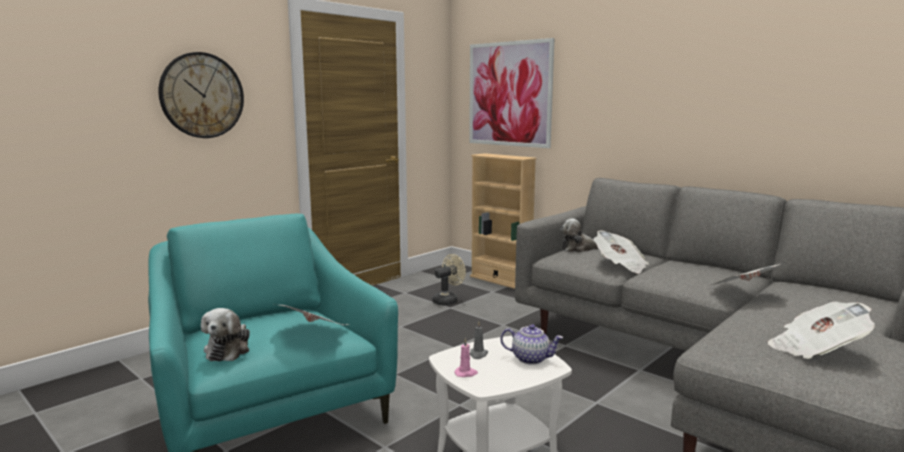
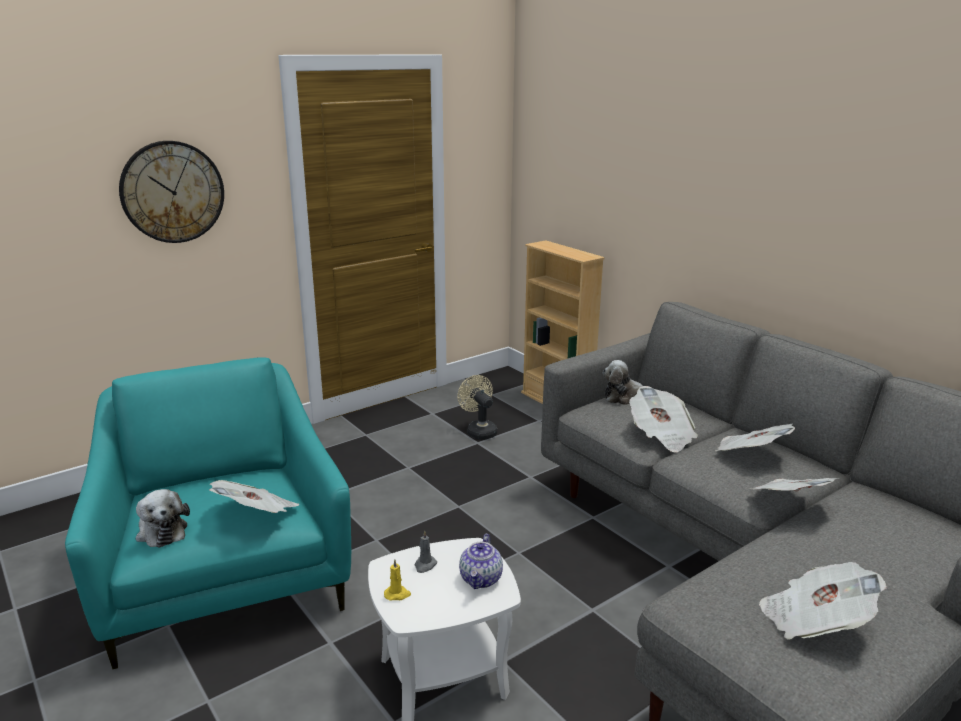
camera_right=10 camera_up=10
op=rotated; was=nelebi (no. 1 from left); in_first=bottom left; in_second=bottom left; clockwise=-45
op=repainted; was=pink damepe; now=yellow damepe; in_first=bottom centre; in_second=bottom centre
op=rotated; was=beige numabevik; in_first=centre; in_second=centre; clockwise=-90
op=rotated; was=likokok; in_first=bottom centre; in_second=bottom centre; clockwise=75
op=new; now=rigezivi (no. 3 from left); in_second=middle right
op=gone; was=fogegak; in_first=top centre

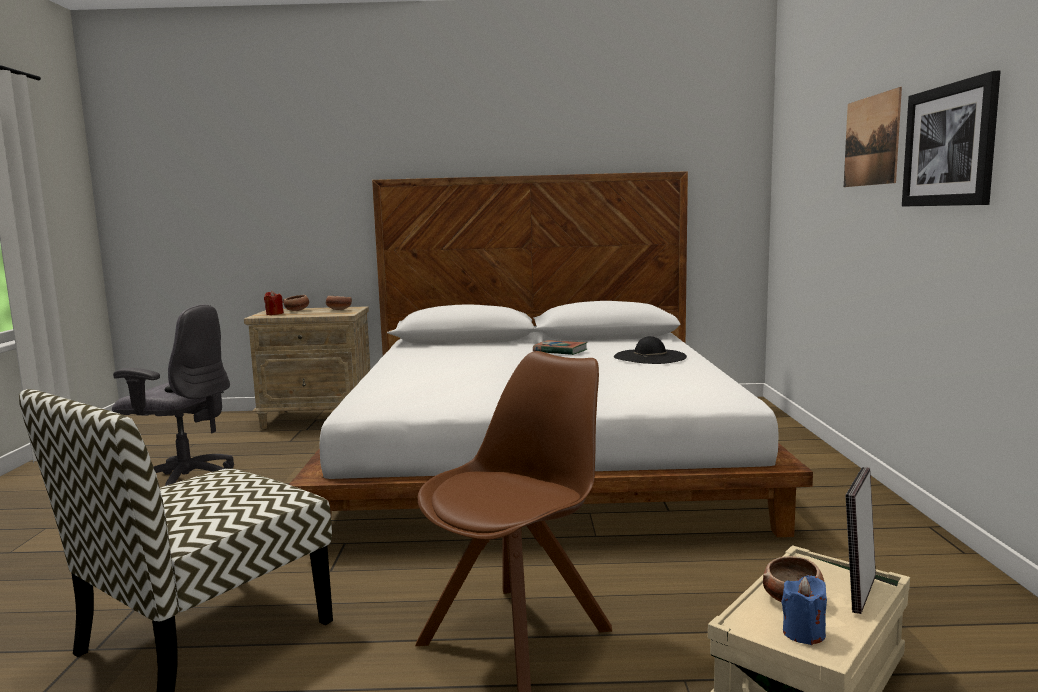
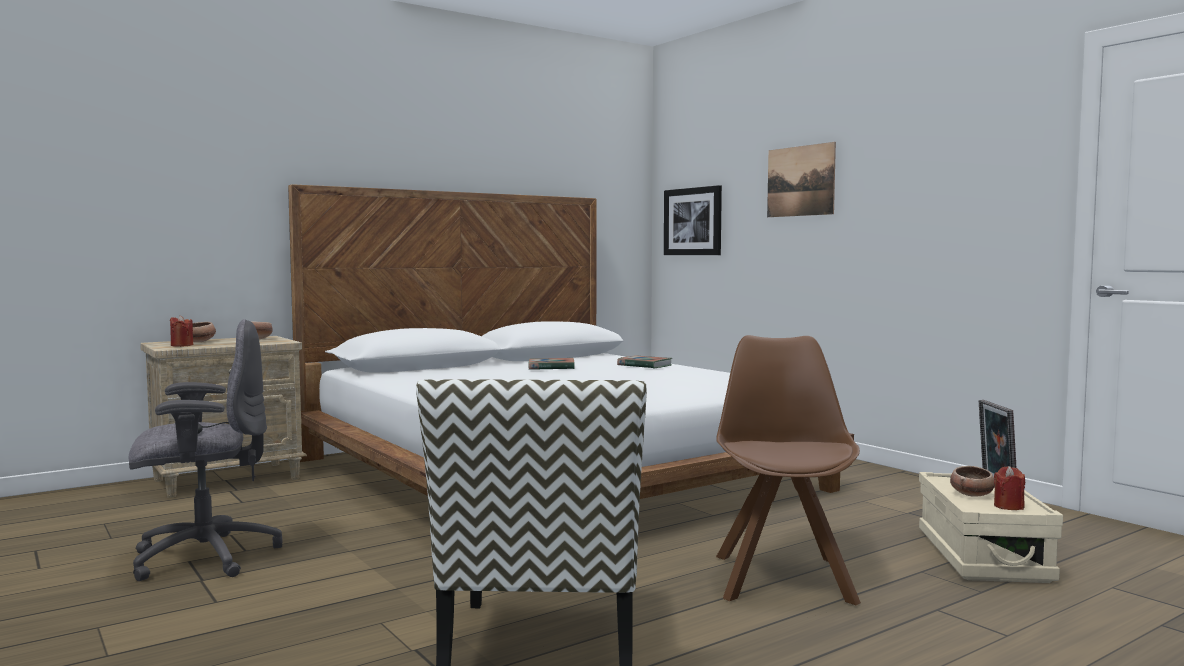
camera_right=-35 camera_up=-5
op=swapped; was=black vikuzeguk; now=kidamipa (no. 2 from left); in_first=centre; in_second=centre
op=shifted; was=fogegak (no. 2 from left in the first image); now=fogegak (no. 1 from left); in_first=top right; in_second=top centre
op=repainted; was=blue damepe; now=red damepe (no. 2 from left); in_first=bottom right; in_second=bottom right

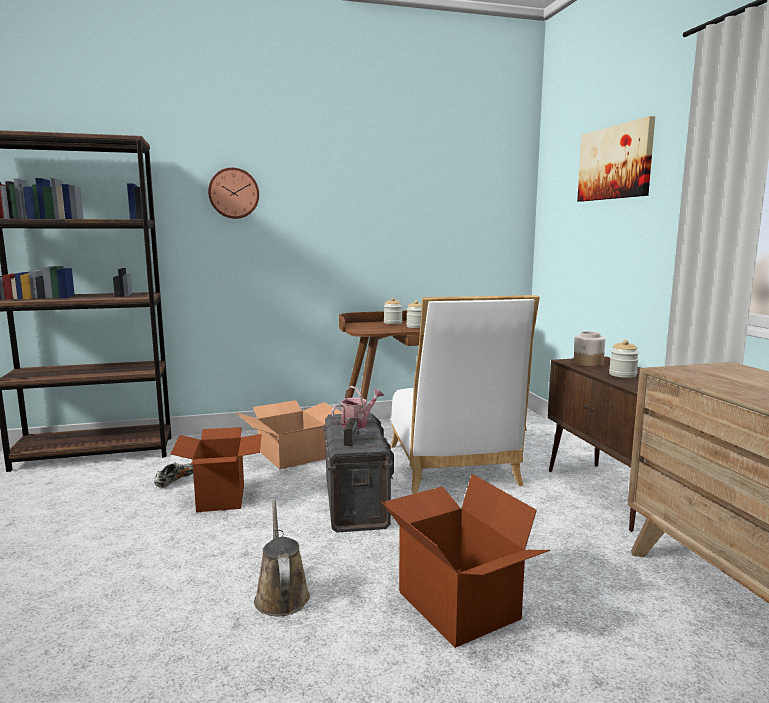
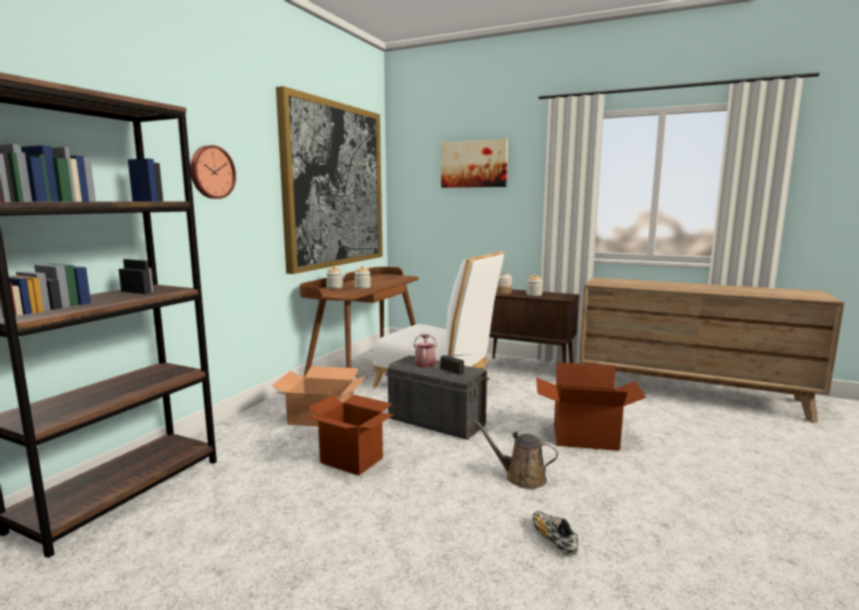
camera_right=-50 camera_up=0
op=new; now=fogegak (no. 1 from left); in_second=top centre
op=shifted; was=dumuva; in_first=bottom left; in_second=bottom centre

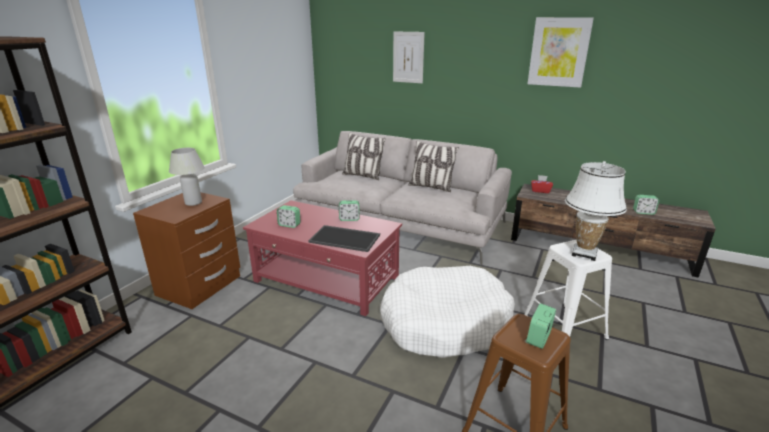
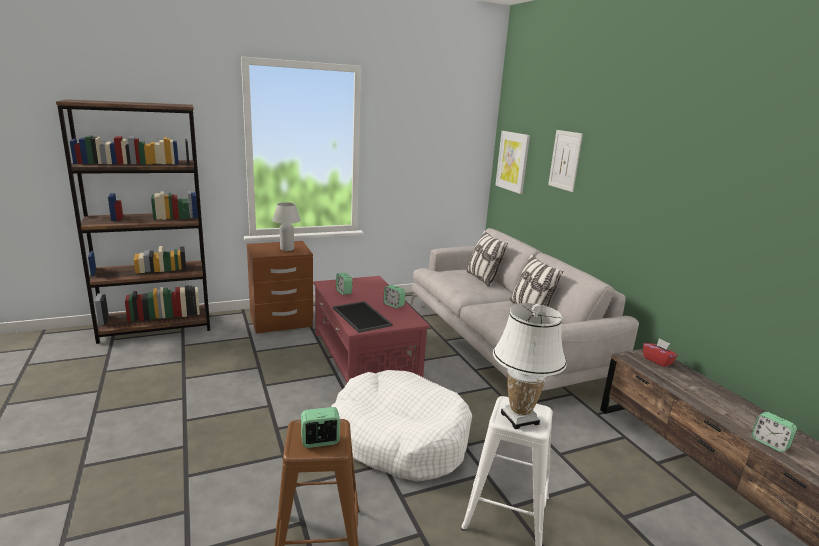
camera_right=40 camera_up=-5
op=shifted; was=fogegak (no. 2 from left in the first image); now=fogegak (no. 1 from left); in_first=top right; in_second=top centre

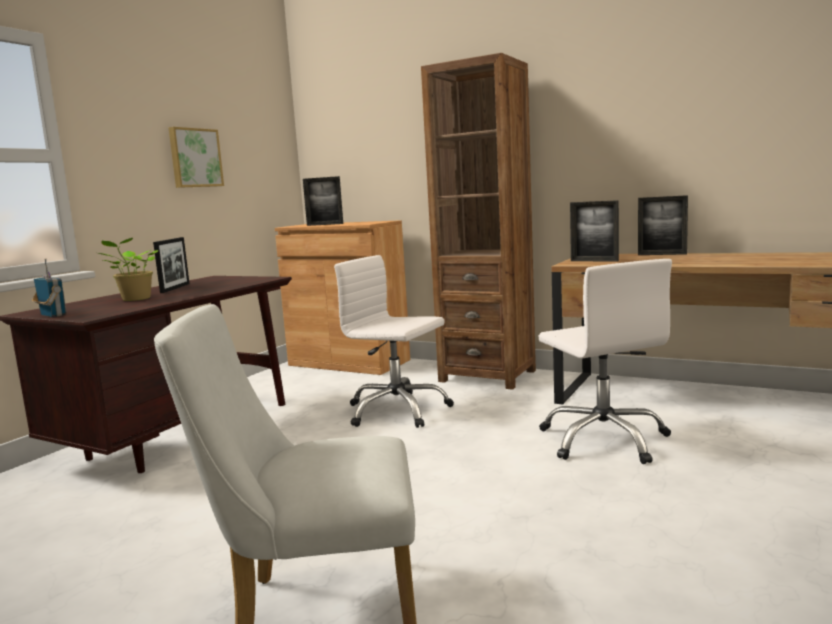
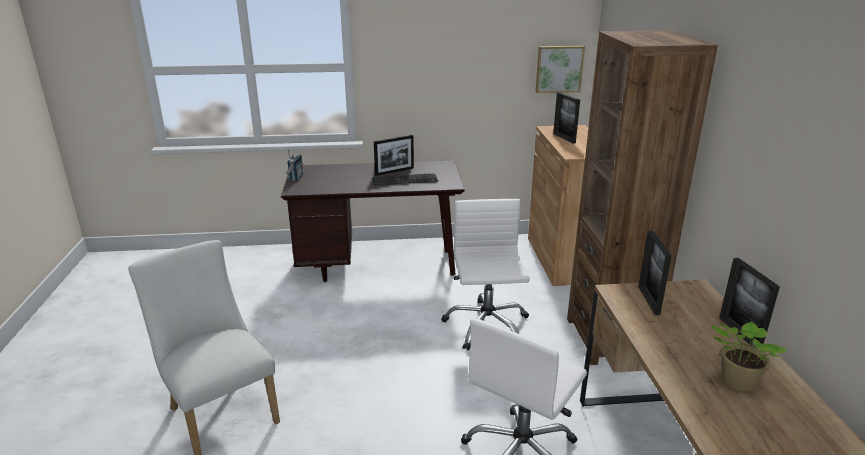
camera_right=55 camera_up=15
op=new; now=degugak; in_second=centre
op=shifted; was=fogegak; in_first=top left; in_second=top centre
op=shifted; was=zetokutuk; in_first=middle left; in_second=bottom right

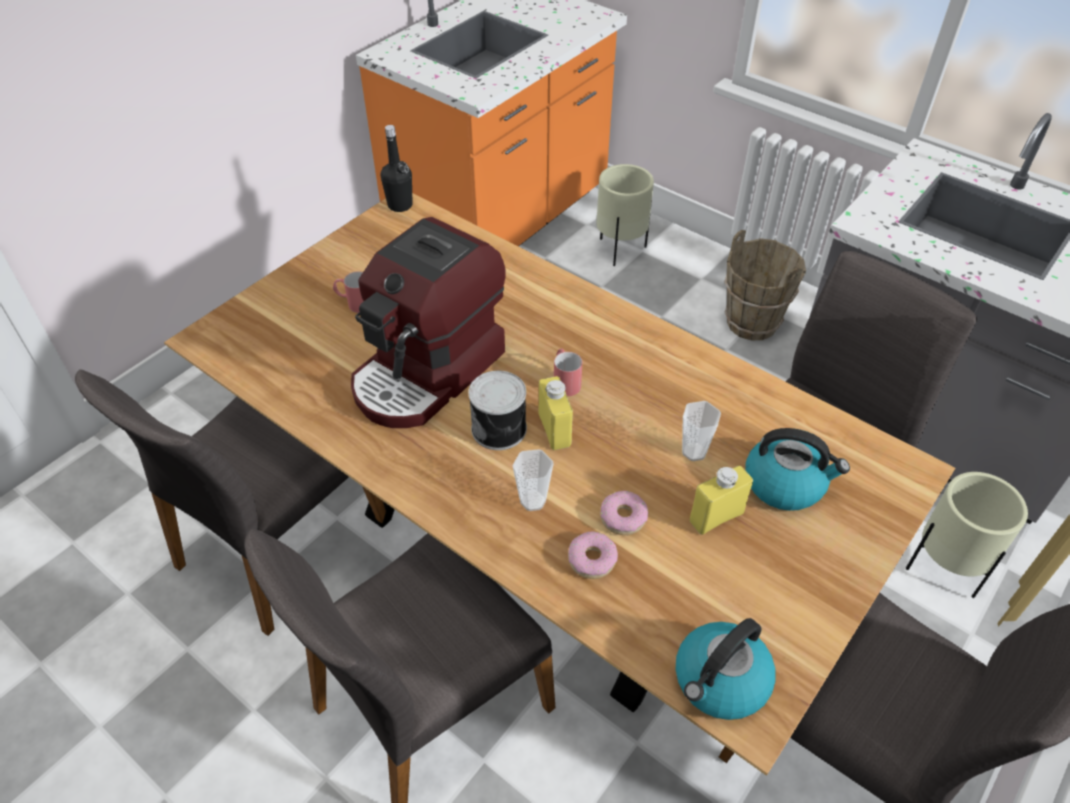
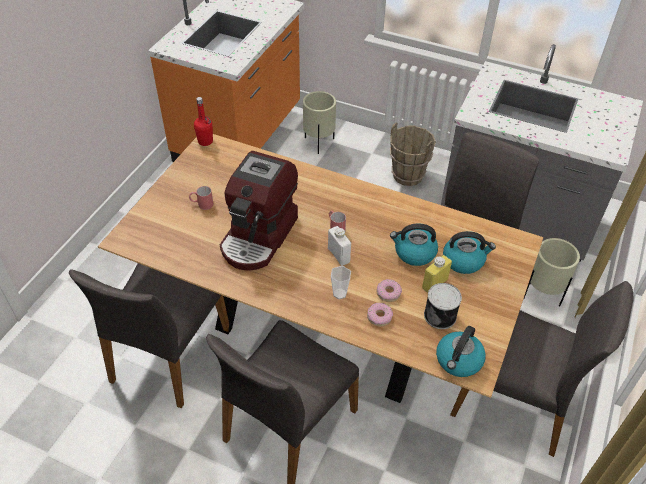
camera_right=-15 camera_up=0
op=repainted; was=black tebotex; now=red tebotex; in_first=top centre; in_second=top left
op=repainted; was=yellow tebotex (no. 1 from left); now=white tebotex; in_first=centre; in_second=centre
op=swapped; was=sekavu (no. 2 from left); now=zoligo (no. 1 from left); in_first=centre; in_second=centre
op=shifted; was=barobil; in_first=centre; in_second=middle right

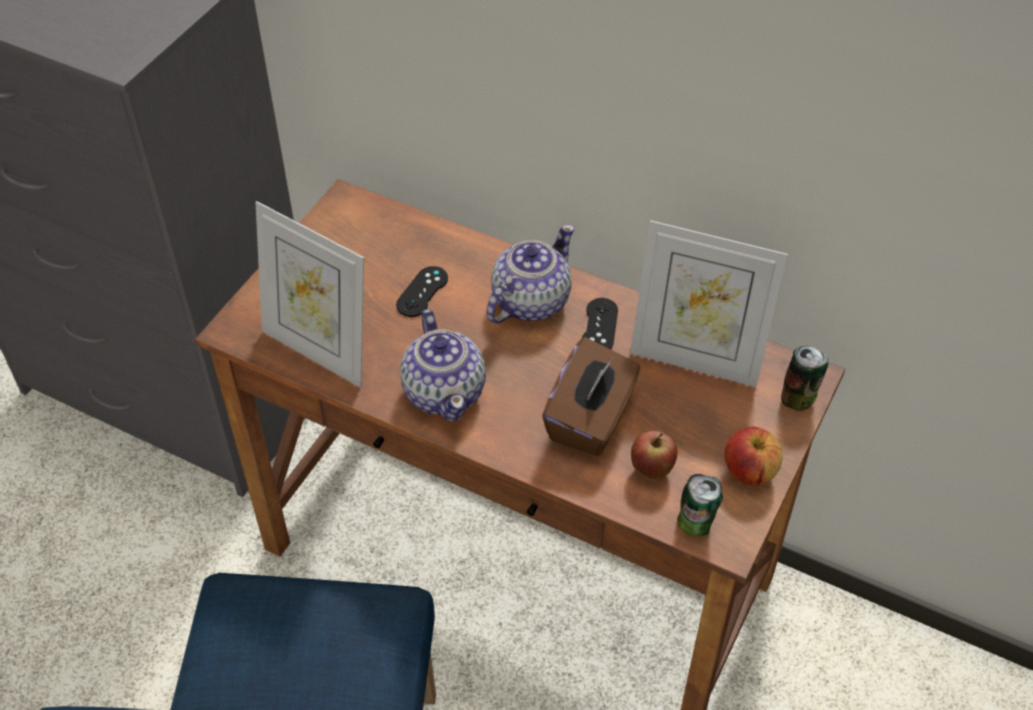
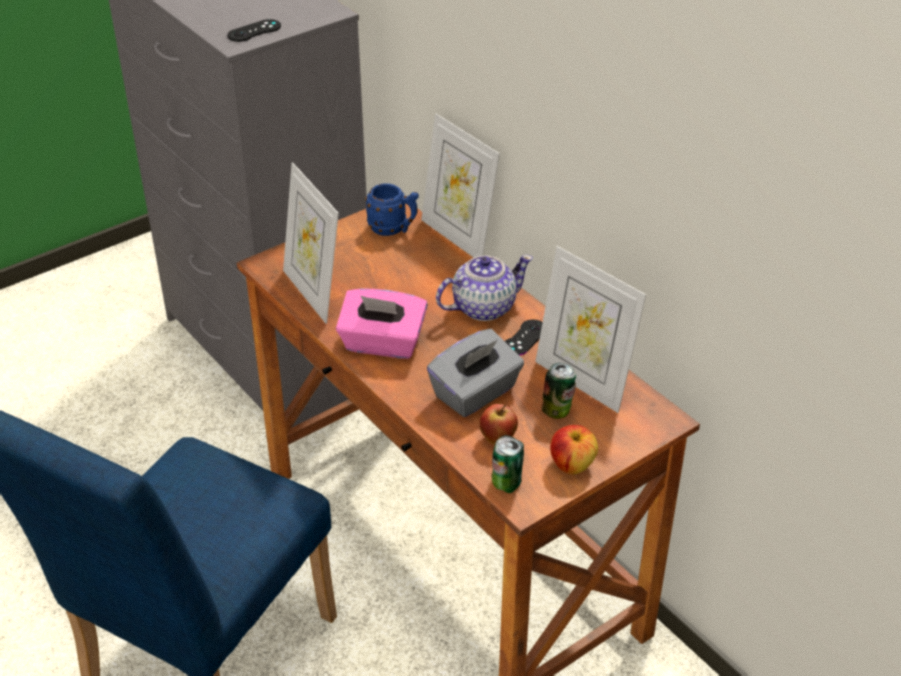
camera_right=25 camera_up=-10
op=shifted; was=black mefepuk (no. 1 from left); in_first=centre; in_second=top left
op=swapped; was=likokok (no. 1 from left); now=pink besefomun; in_first=centre; in_second=centre
op=new; now=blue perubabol; in_second=top centre
op=new; now=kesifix (no. 2 from left); in_second=top centre
op=repainted; was=brown besefomun; now=grey besefomun; in_first=centre; in_second=centre
op=shifted; was=barobil (no. 2 from left); in_first=middle right; in_second=centre

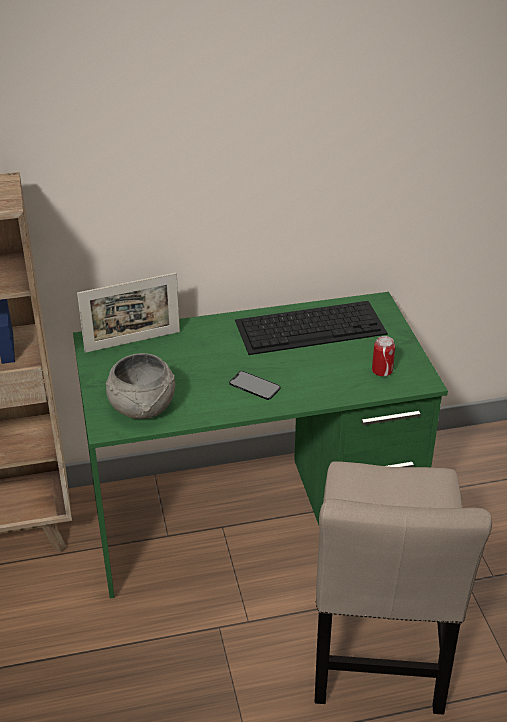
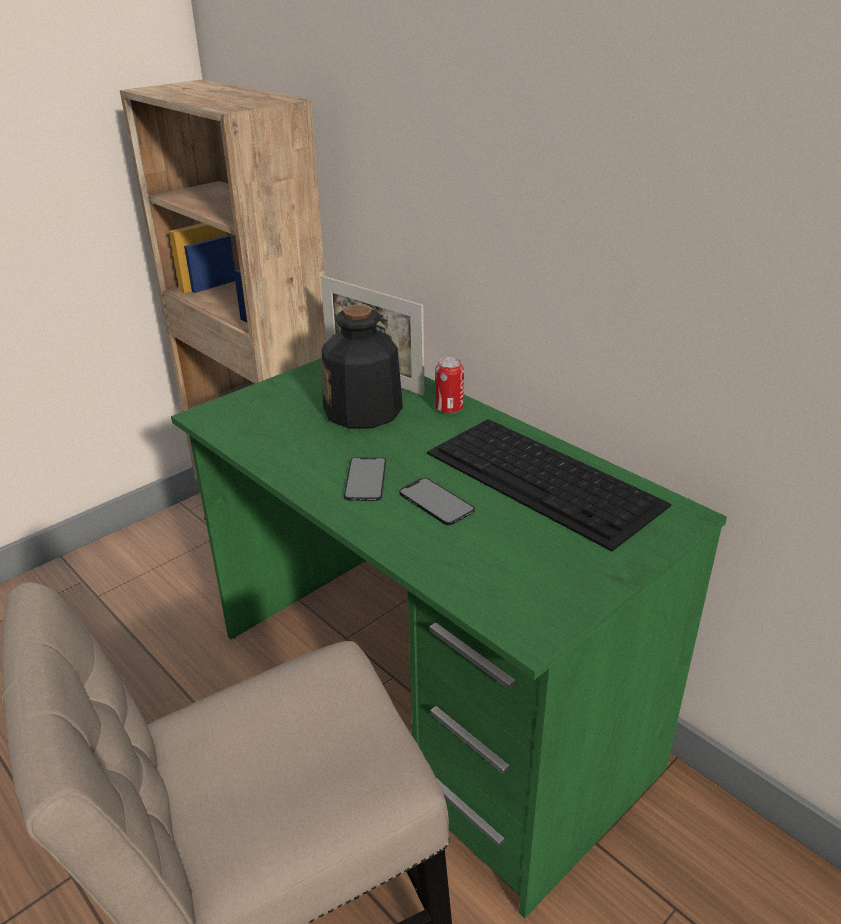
camera_right=60 camera_up=-5
op=new; now=tebotex; in_second=centre
op=new; now=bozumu (no. 2 from left); in_second=centre
op=shifted; was=barobil; in_first=middle right; in_second=centre
op=gone; was=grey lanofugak; in_first=middle left

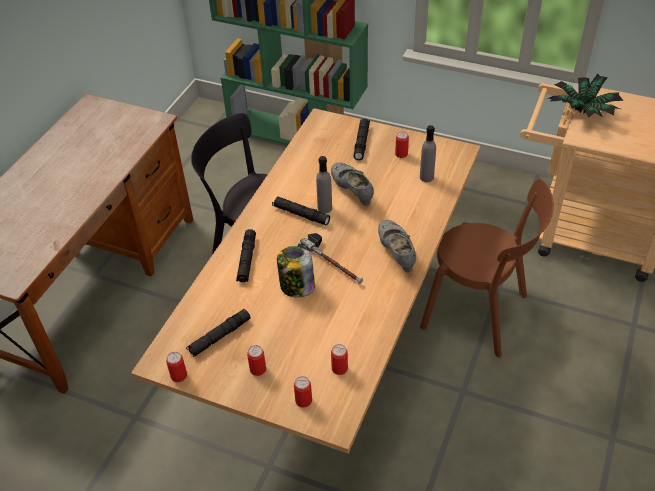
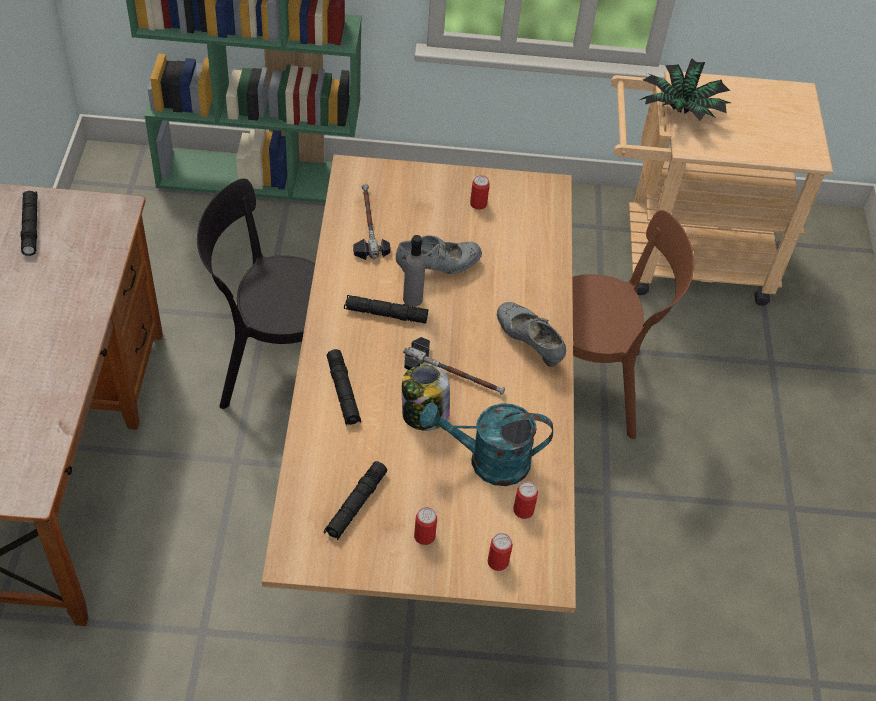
camera_right=-25 camera_up=5
op=shifted; was=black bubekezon (no. 4 from left in the first image); now=black bubekezon (no. 1 from left); in_first=top centre; in_second=top left
op=new; now=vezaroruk (no. 1 from left); in_second=top centre
op=rotated; was=grey dumuva (no. 1 from left); in_first=centre; in_second=centre; clockwise=120
op=new; now=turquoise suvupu; in_second=centre
op=gone; was=barobil (no. 1 from left); in_first=bottom left
op=gone; was=grey tebotex (no. 2 from left); in_first=top centre

